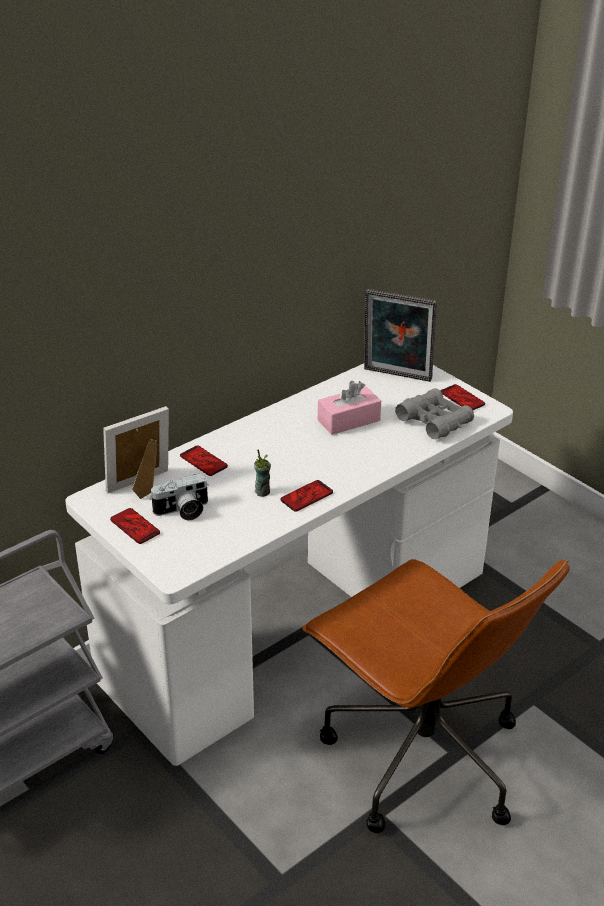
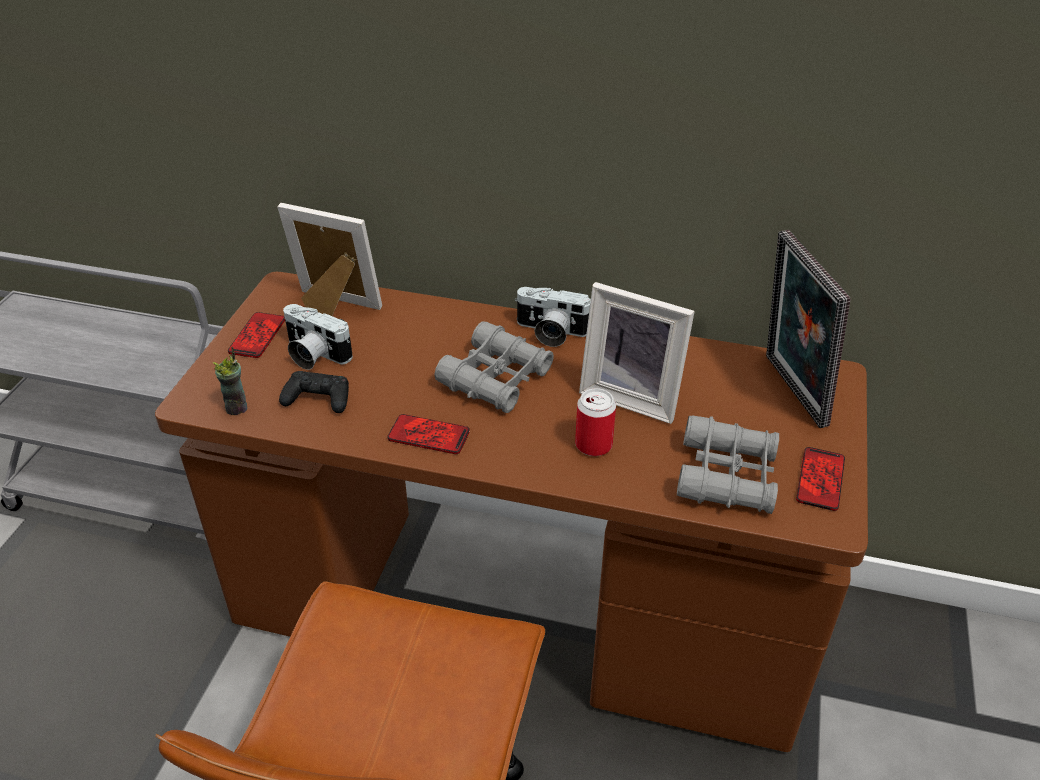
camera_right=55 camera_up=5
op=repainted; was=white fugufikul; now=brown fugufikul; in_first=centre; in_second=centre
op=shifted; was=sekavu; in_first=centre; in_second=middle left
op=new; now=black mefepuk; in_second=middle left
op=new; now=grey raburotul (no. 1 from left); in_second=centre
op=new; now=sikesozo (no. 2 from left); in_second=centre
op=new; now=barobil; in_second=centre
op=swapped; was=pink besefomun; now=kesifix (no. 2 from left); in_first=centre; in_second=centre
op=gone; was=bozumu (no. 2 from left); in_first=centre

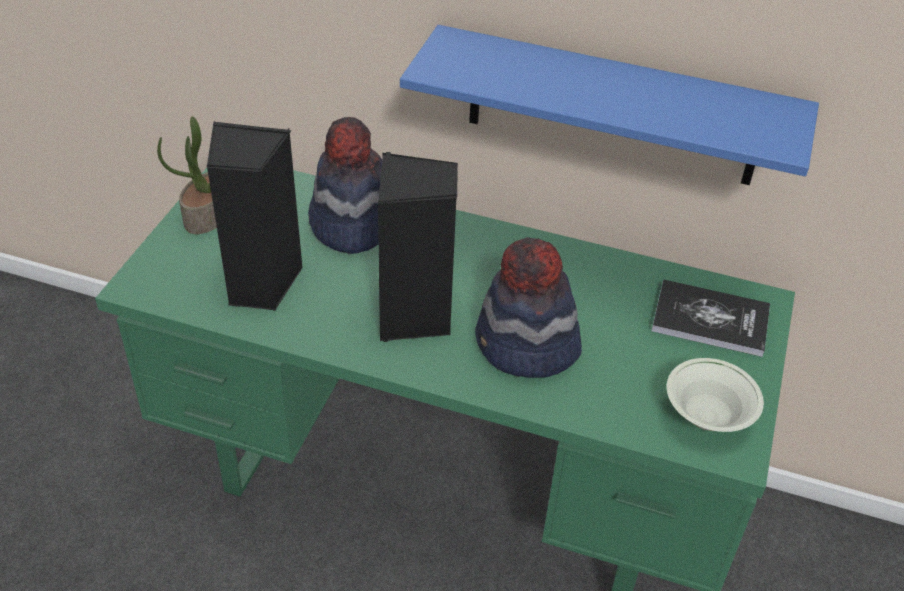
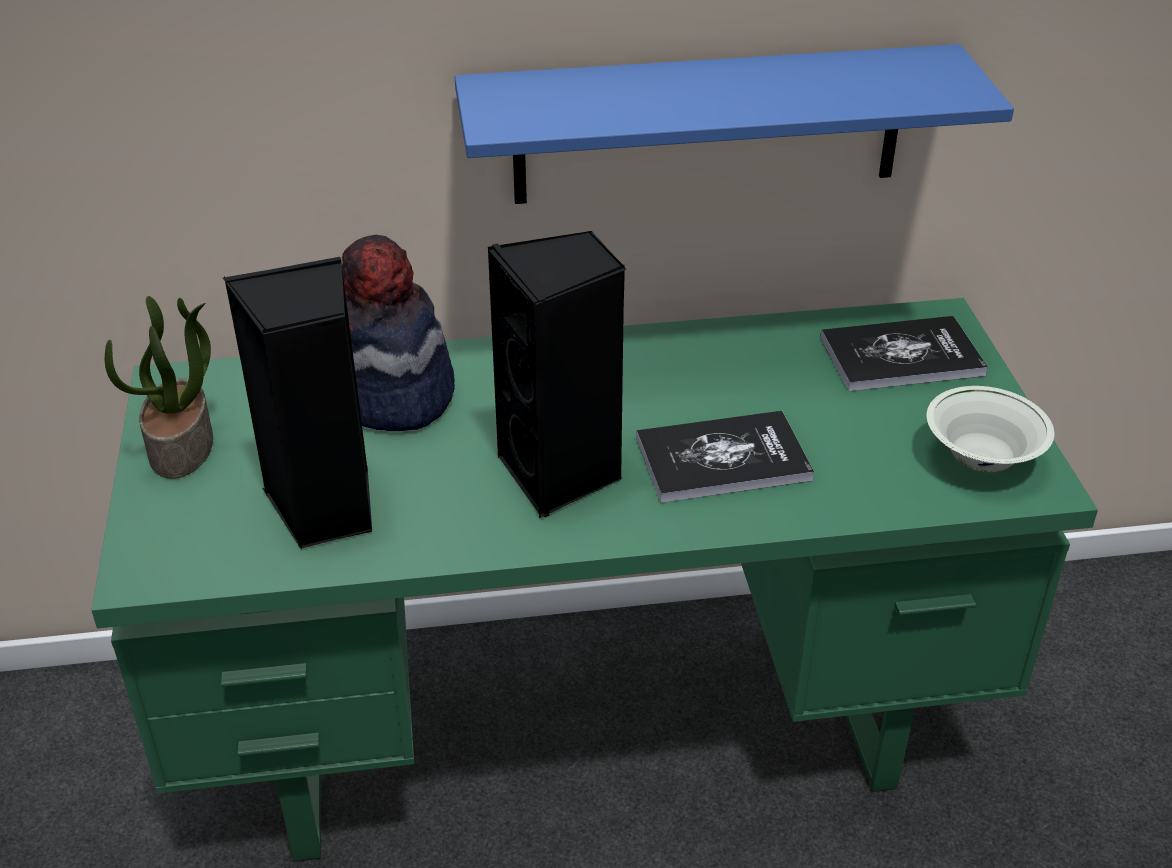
camera_right=-25 camera_up=-5
op=swapped; was=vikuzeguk (no. 2 from left); now=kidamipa (no. 1 from left); in_first=centre; in_second=centre

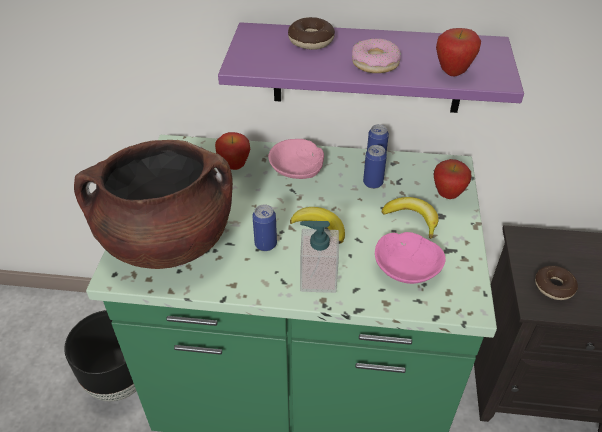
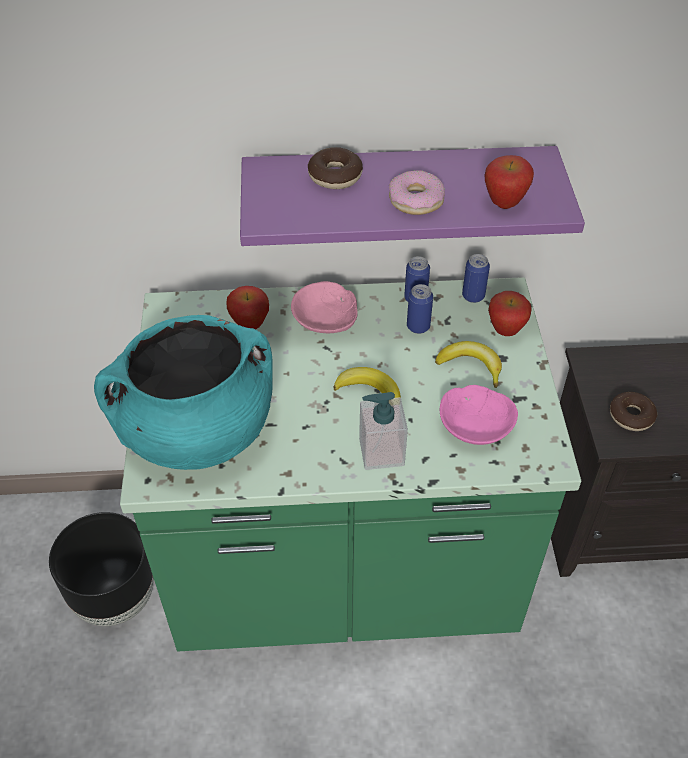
camera_right=-10 camera_up=5
op=repainted; was=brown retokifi; now=turquoise retokifi; in_first=middle left; in_second=middle left
op=shifted; was=barobil (no. 1 from left in the first image); now=barobil (no. 3 from left); in_first=centre; in_second=middle right

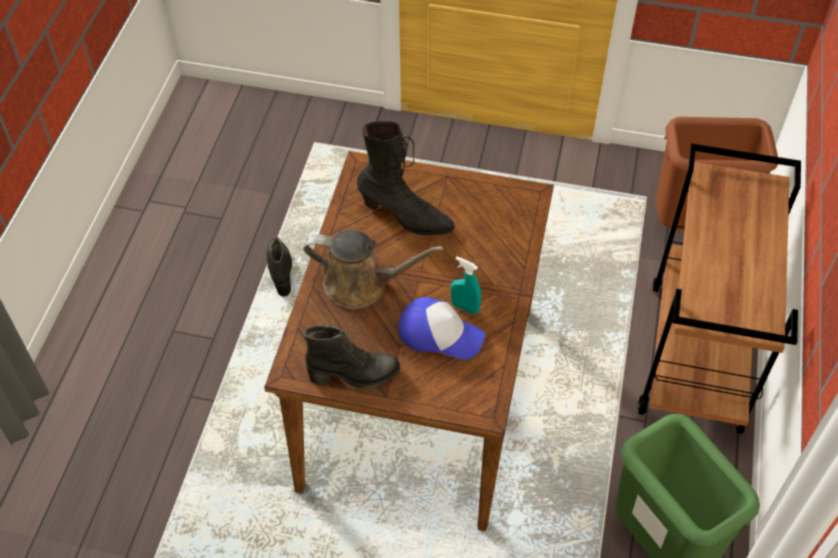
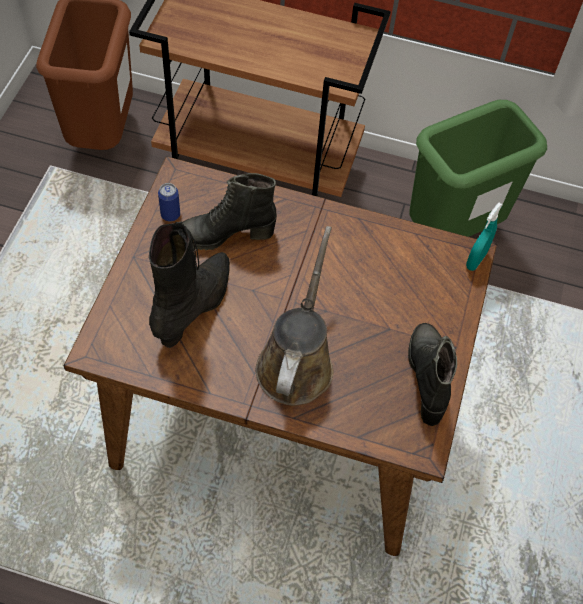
camera_right=-90 camera_up=5
op=new; now=barobil; in_second=middle left
op=shifted; was=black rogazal (no. 1 from left in the first image); now=black rogazal (no. 2 from left); in_first=middle left; in_second=centre
op=shifted; was=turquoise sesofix; in_first=centre; in_second=middle right
op=gone; was=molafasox; in_first=centre

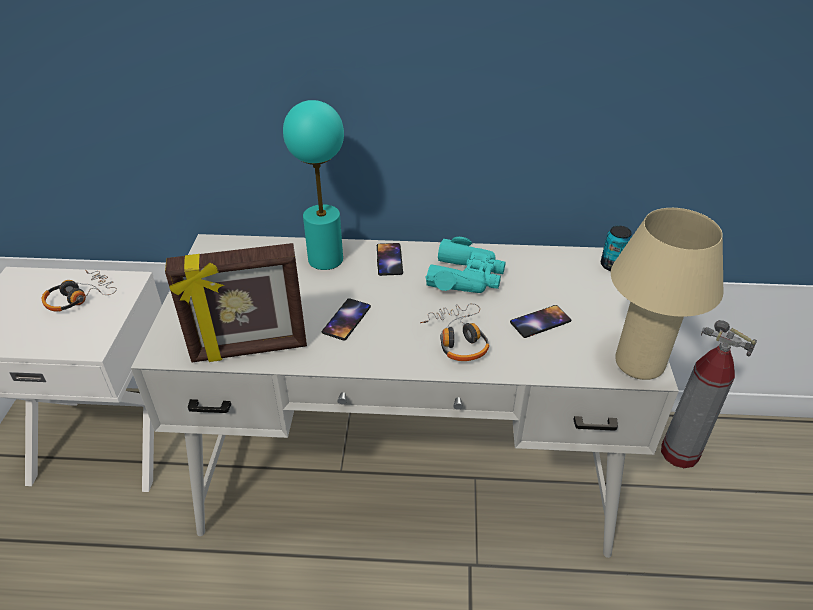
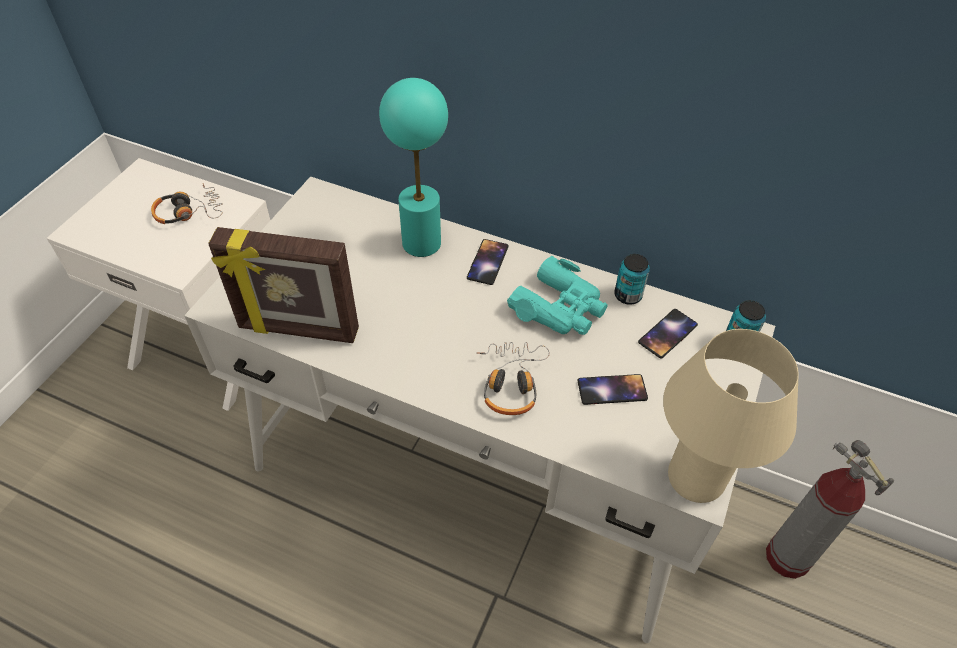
camera_right=20 camera_up=10
op=new; now=barobil (no. 1 from left); in_second=centre
op=shifted; was=bozumu (no. 1 from left in the first image); now=bozumu (no. 3 from left); in_first=centre; in_second=middle right

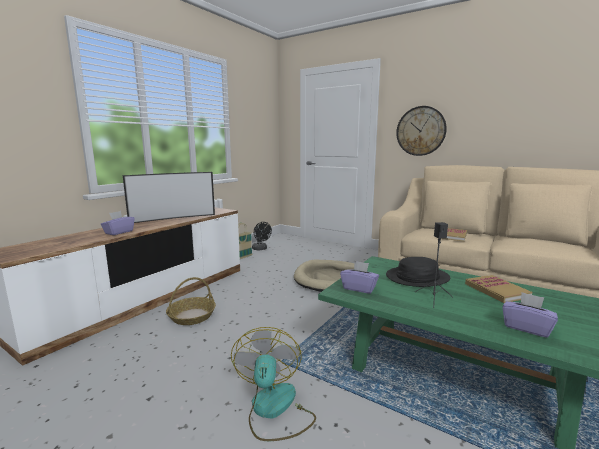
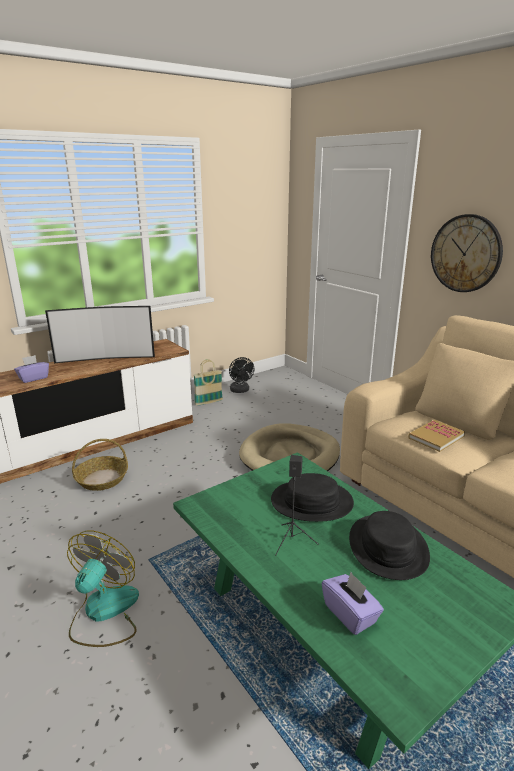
camera_right=20 camera_up=10
op=swapped; was=kidamipa (no. 2 from left); now=black vikuzeguk (no. 2 from left); in_first=middle right; in_second=bottom right
op=gone; was=purple besefomun (no. 2 from left); in_first=centre

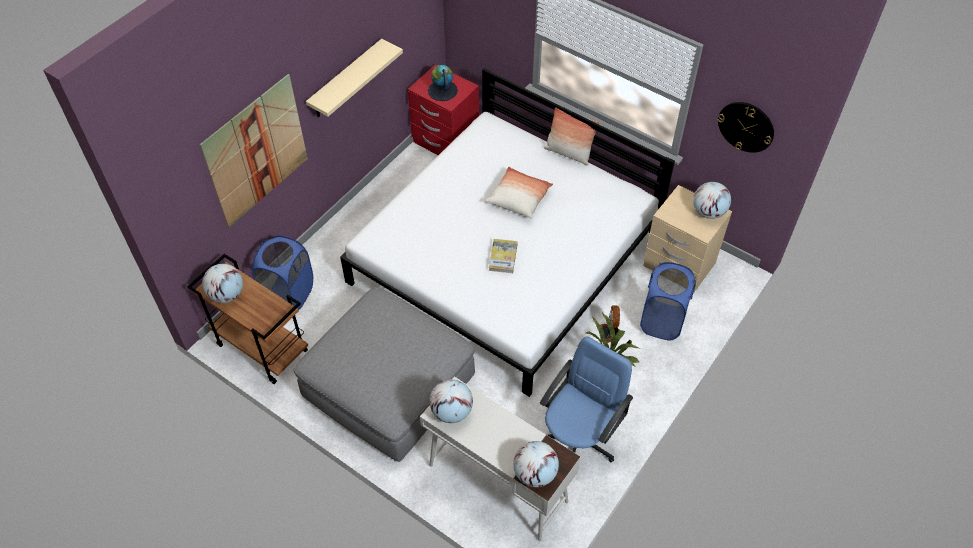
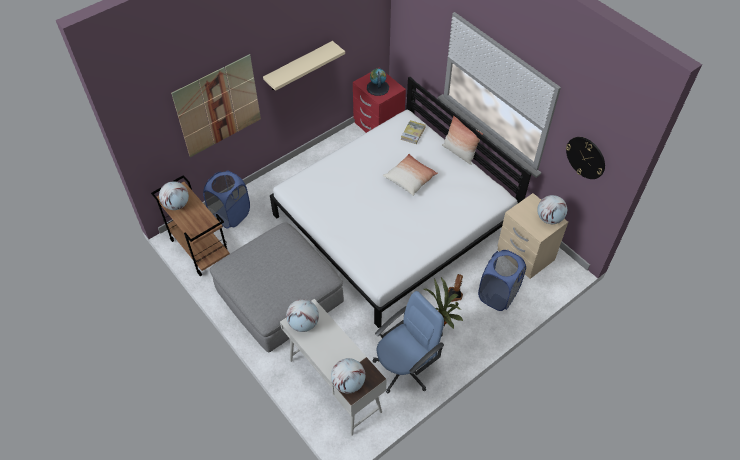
camera_right=15 camera_up=0
op=shifted; was=kidamipa; in_first=centre; in_second=top centre

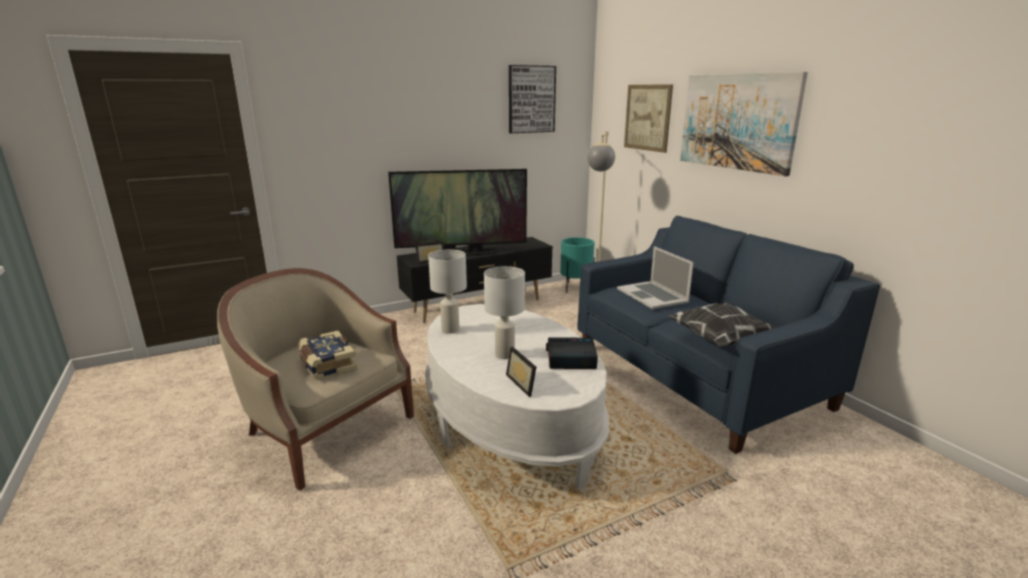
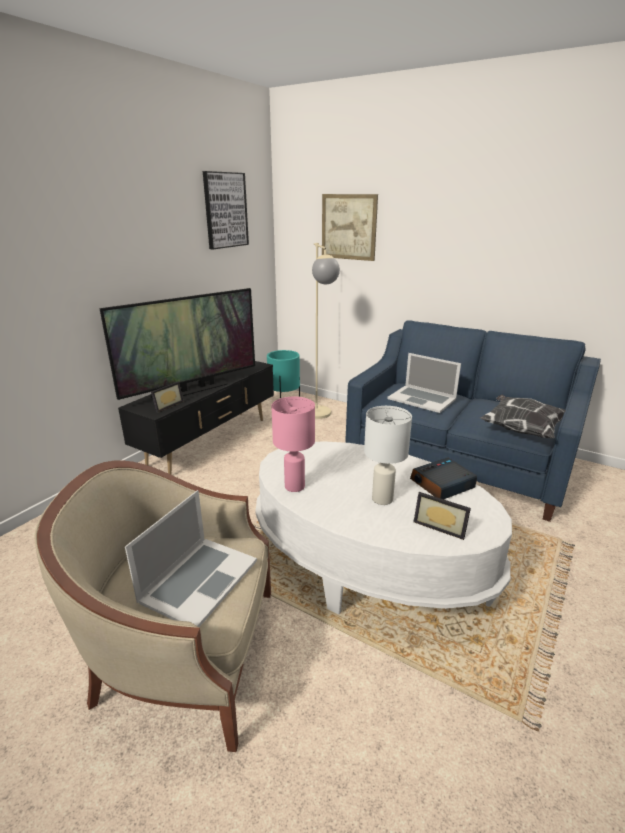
camera_right=-30 camera_up=5
op=swapped; was=kidamipa; now=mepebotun (no. 1 from left); in_first=middle left; in_second=bottom left
op=repainted; was=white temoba (no. 1 from left); now=pink temoba; in_first=centre; in_second=centre
op=gone; was=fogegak (no. 3 from left); in_first=top right

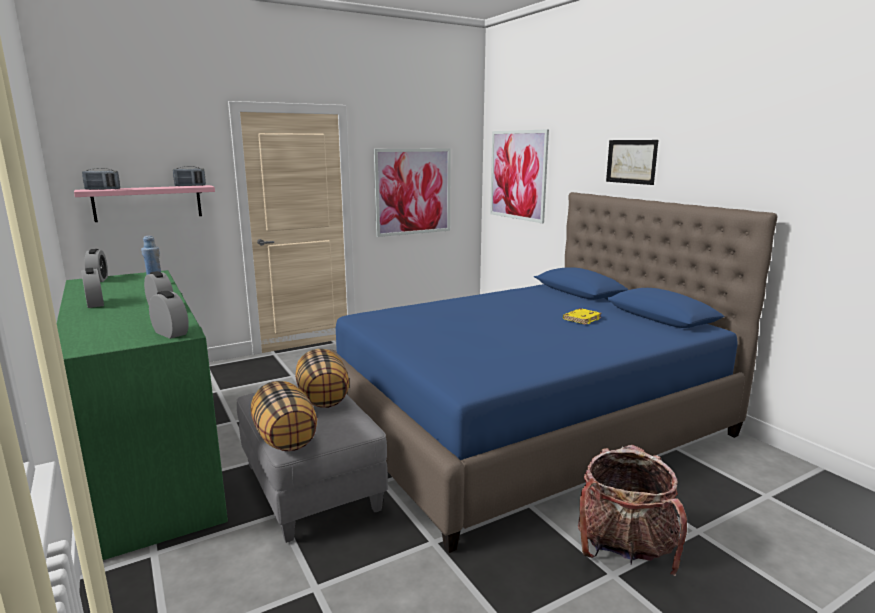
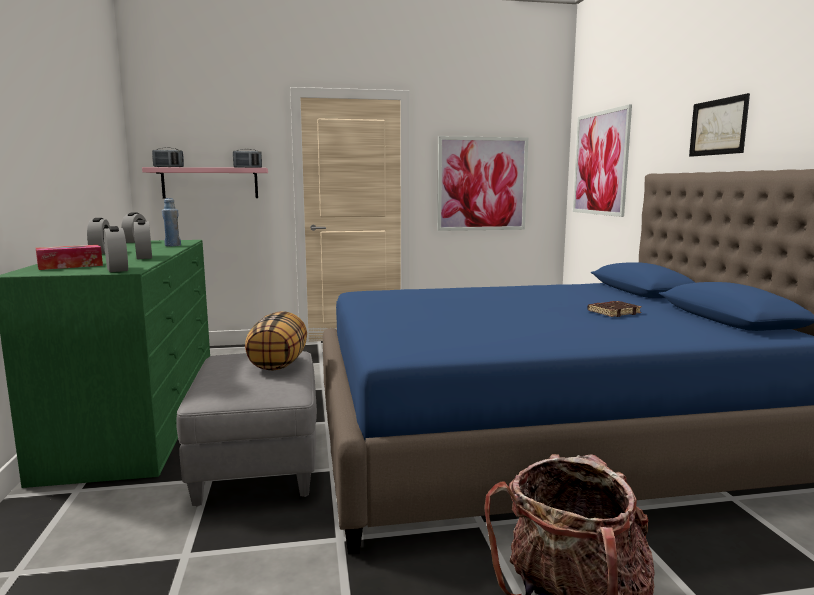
camera_right=20 camera_up=-5
op=new; now=besefomun; in_second=middle left
op=repainted; was=yellow kidamipa; now=brown kidamipa; in_first=centre; in_second=middle right
op=gone; was=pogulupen (no. 1 from left); in_first=bottom left

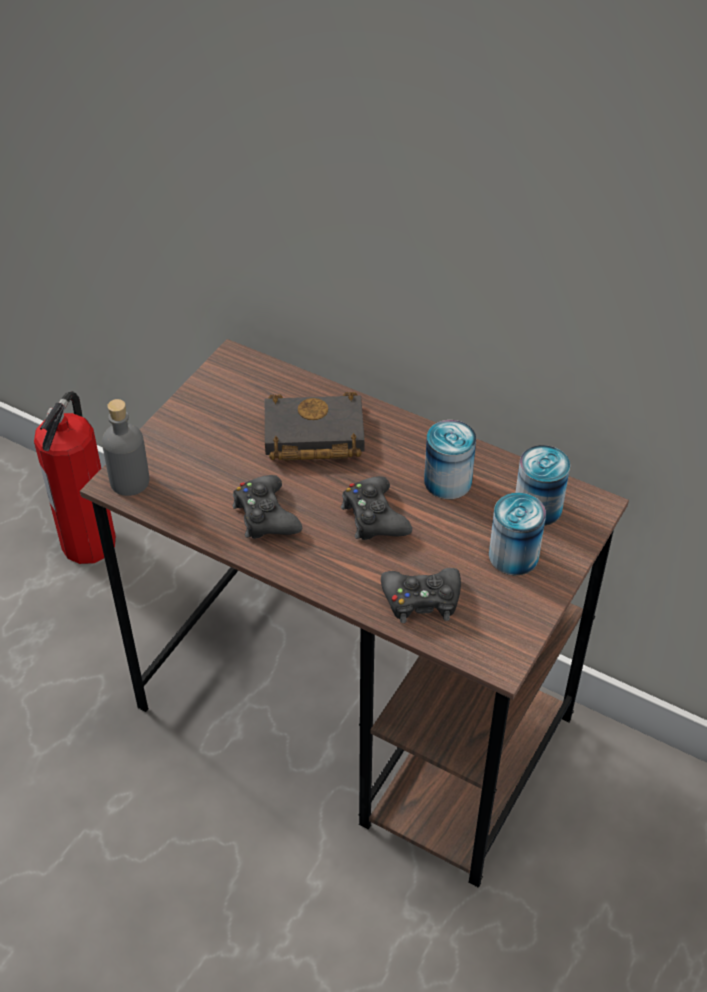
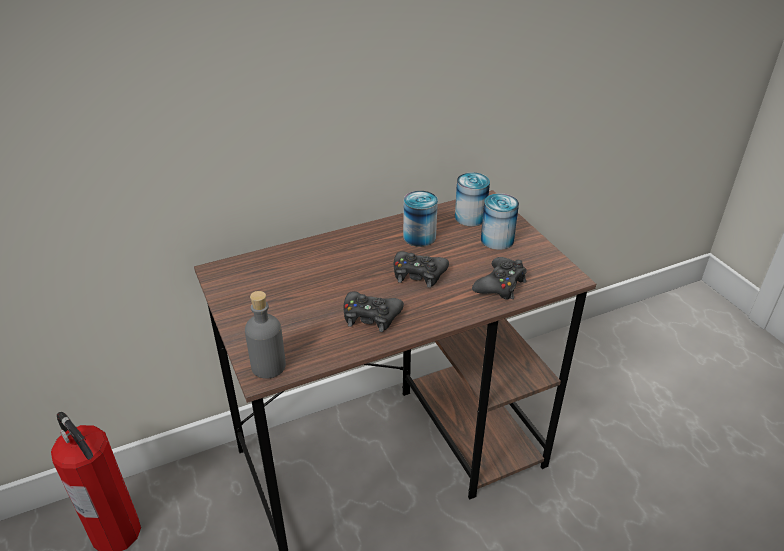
camera_right=-55 camera_up=-10
op=gone; was=black kidamipa; in_first=centre

